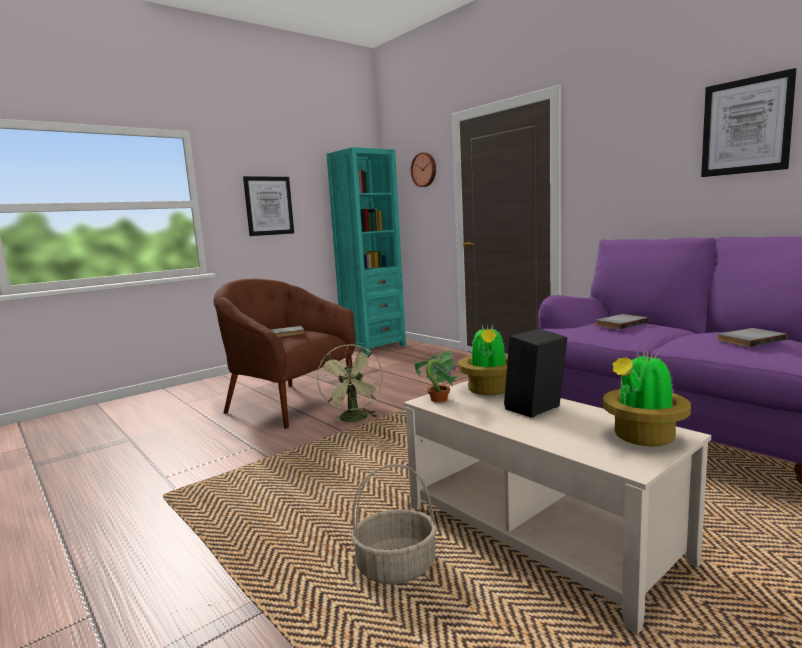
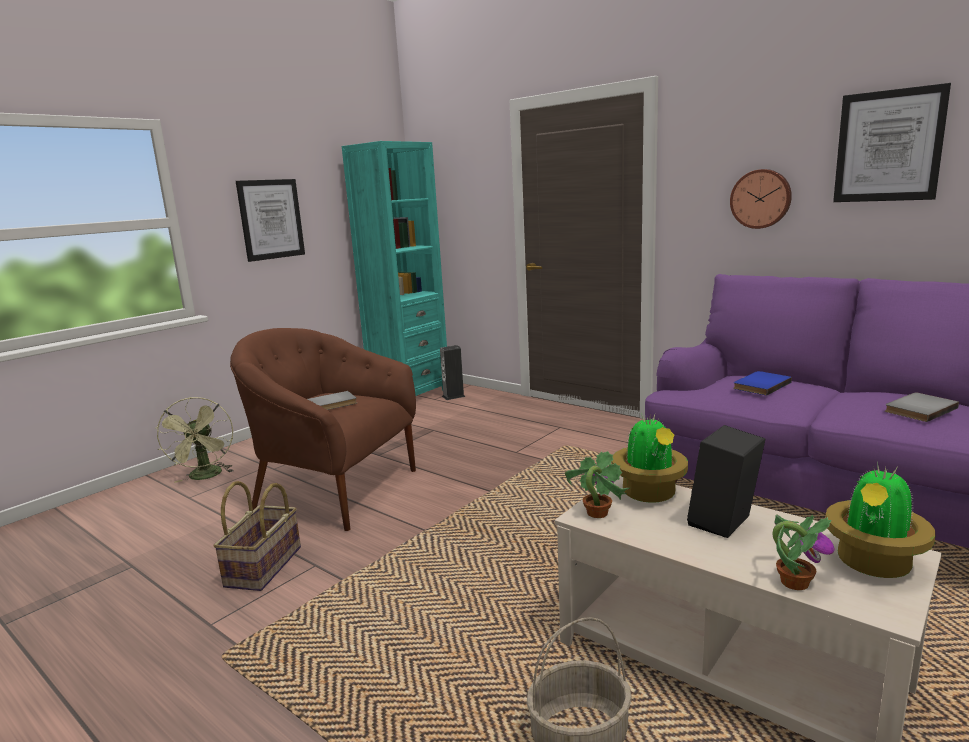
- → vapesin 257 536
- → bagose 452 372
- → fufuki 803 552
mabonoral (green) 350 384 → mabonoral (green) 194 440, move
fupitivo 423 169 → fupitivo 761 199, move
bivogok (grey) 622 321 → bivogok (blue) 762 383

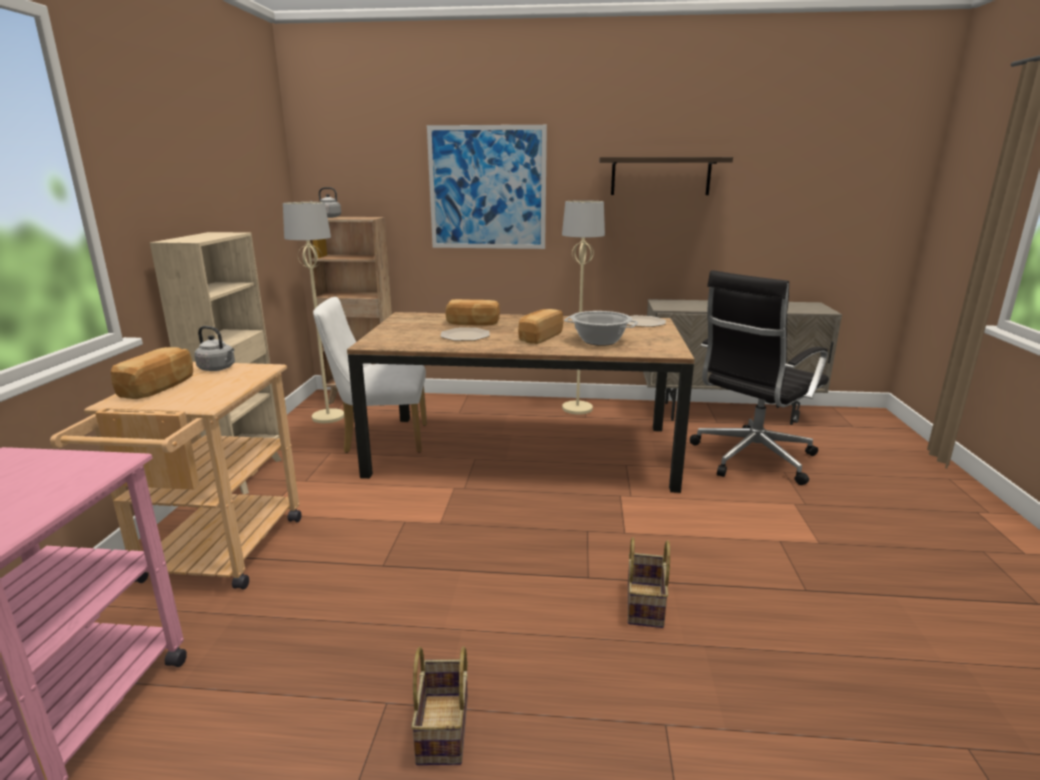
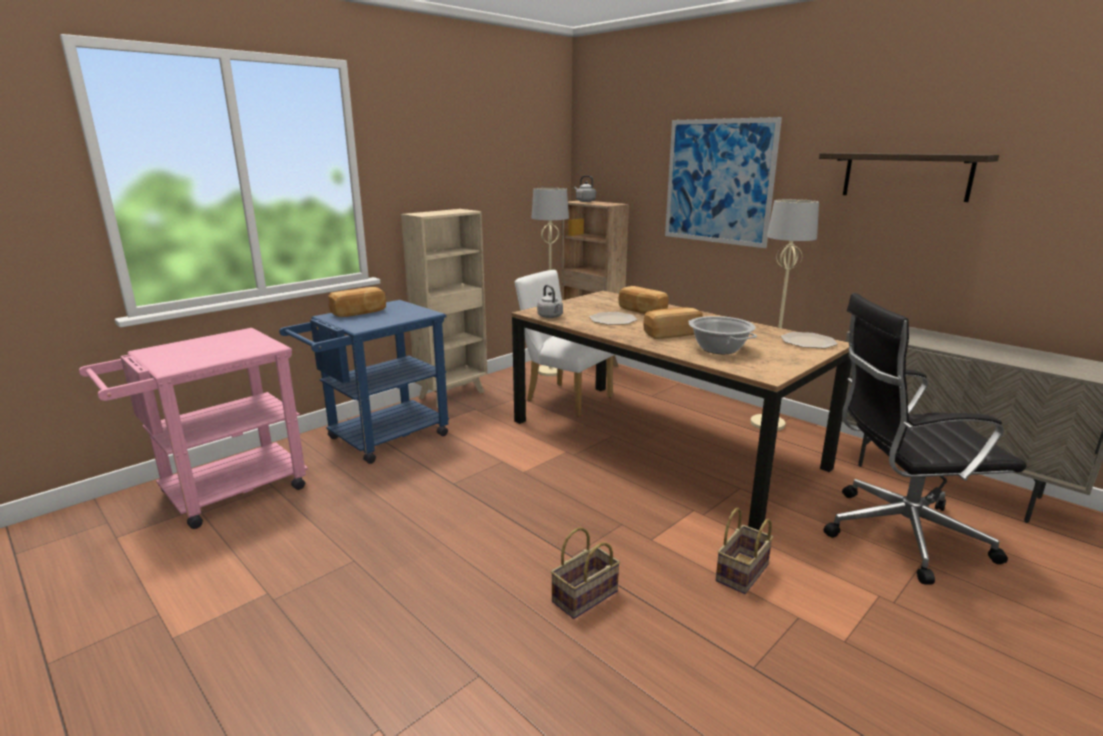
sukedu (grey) 214 348 → sukedu (grey) 550 301, move
vapesin 439 705 → vapesin 744 551, move
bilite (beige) 176 476 → bilite (blue) 364 382

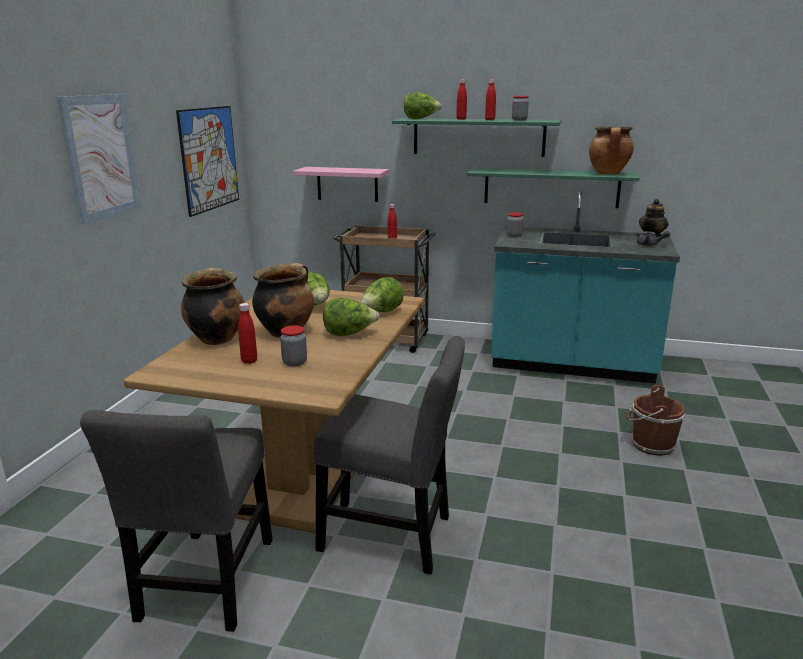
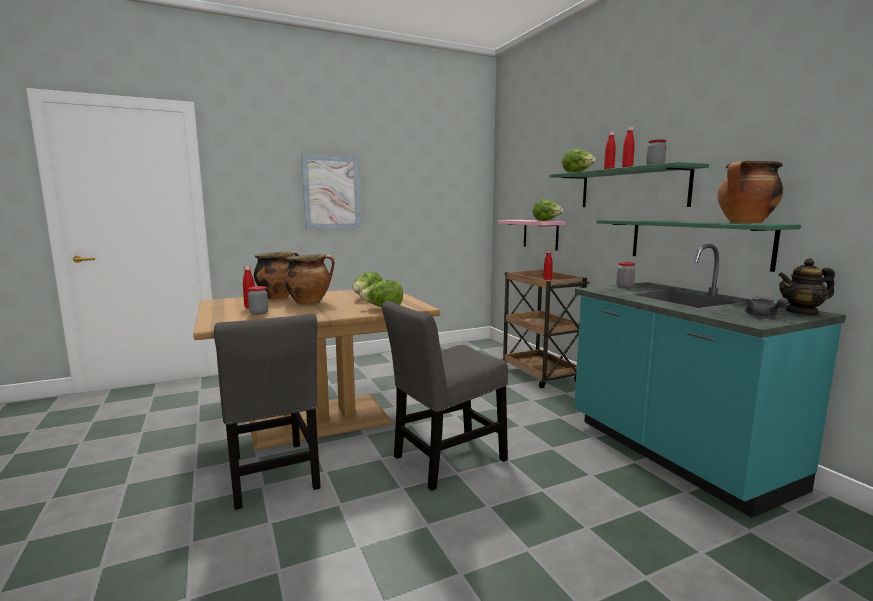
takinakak 207 161 → -
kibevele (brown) 655 420 → -
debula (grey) 176 521 → debula (grey) 445 396, move
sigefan 351 317 → sigefan 548 210, move

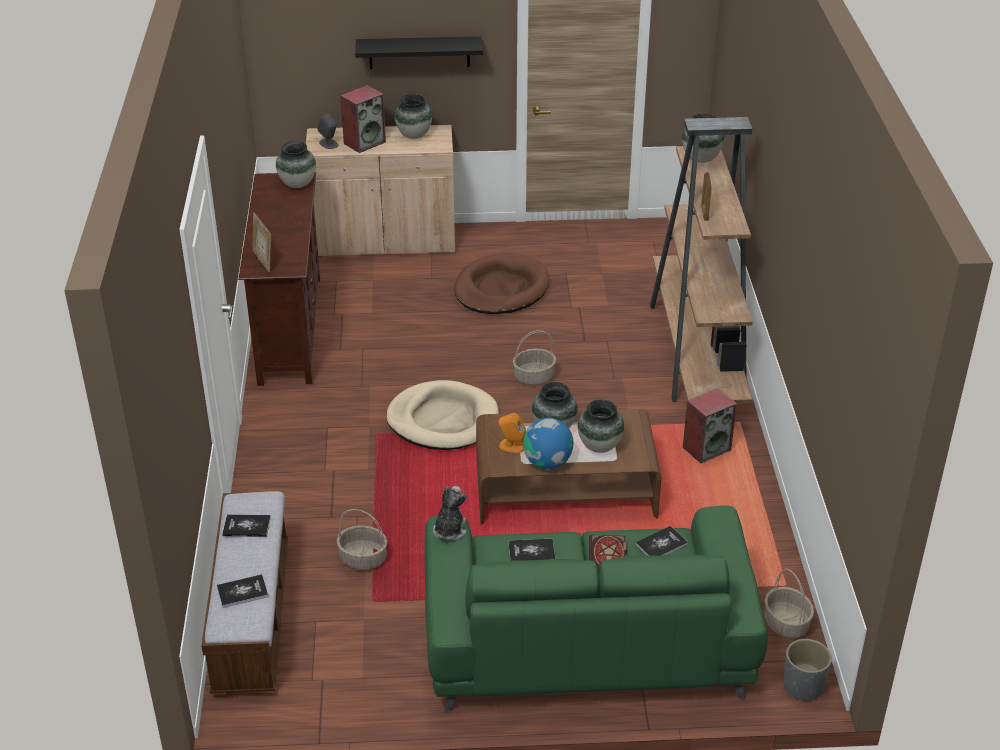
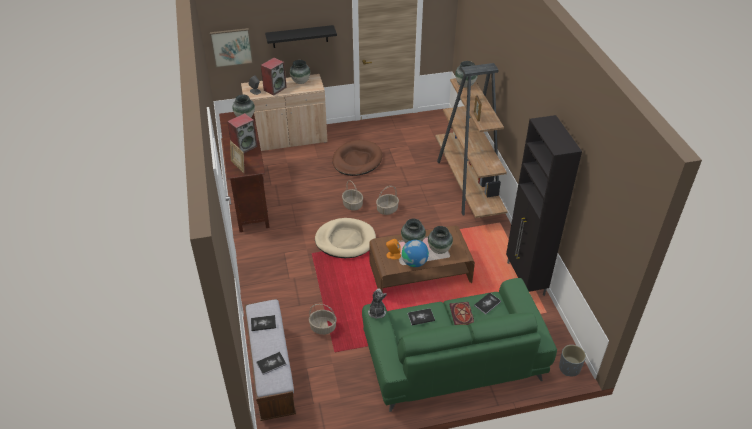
- → takinakak 231 48
- → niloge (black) 544 205
bagose 710 426 → bagose 242 133, move
vapesin 789 603 → vapesin 352 195, move

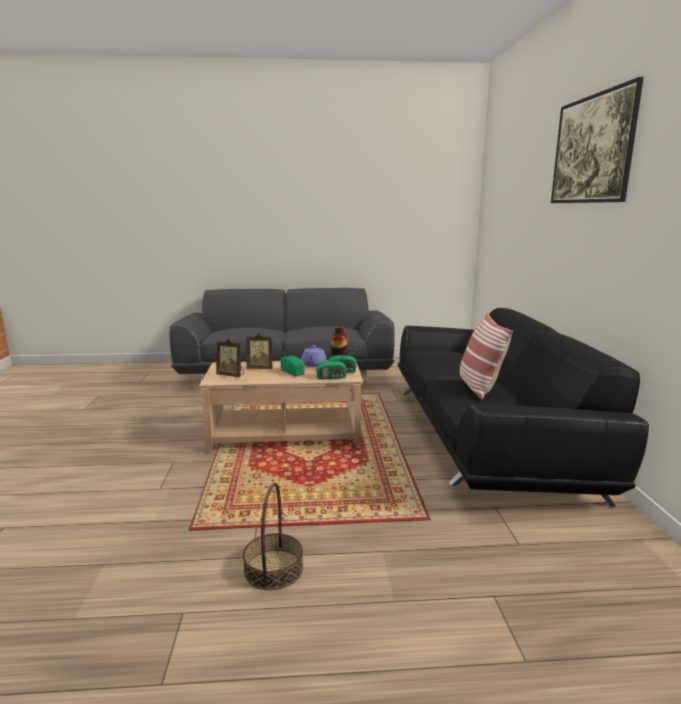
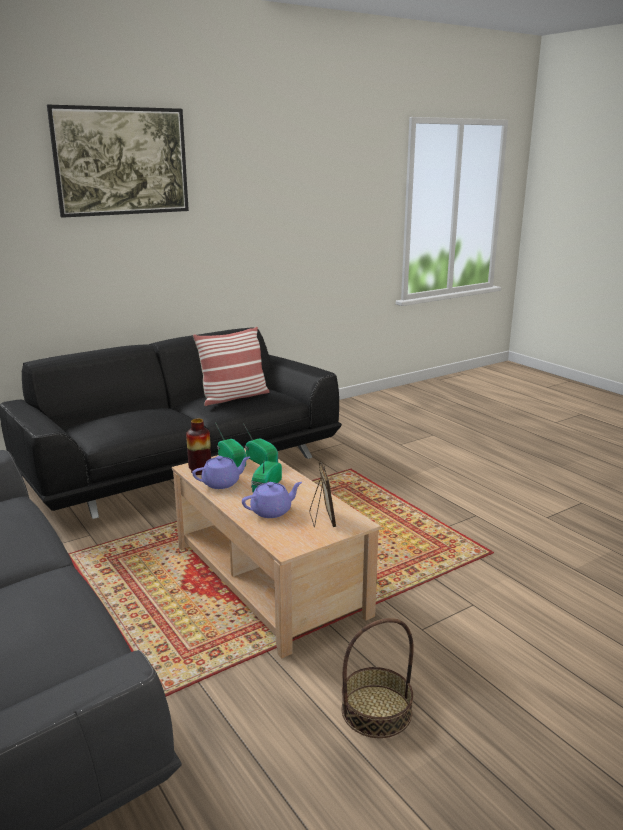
vapesin 273 536 → vapesin 378 678, move
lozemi 259 351 → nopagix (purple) 272 500

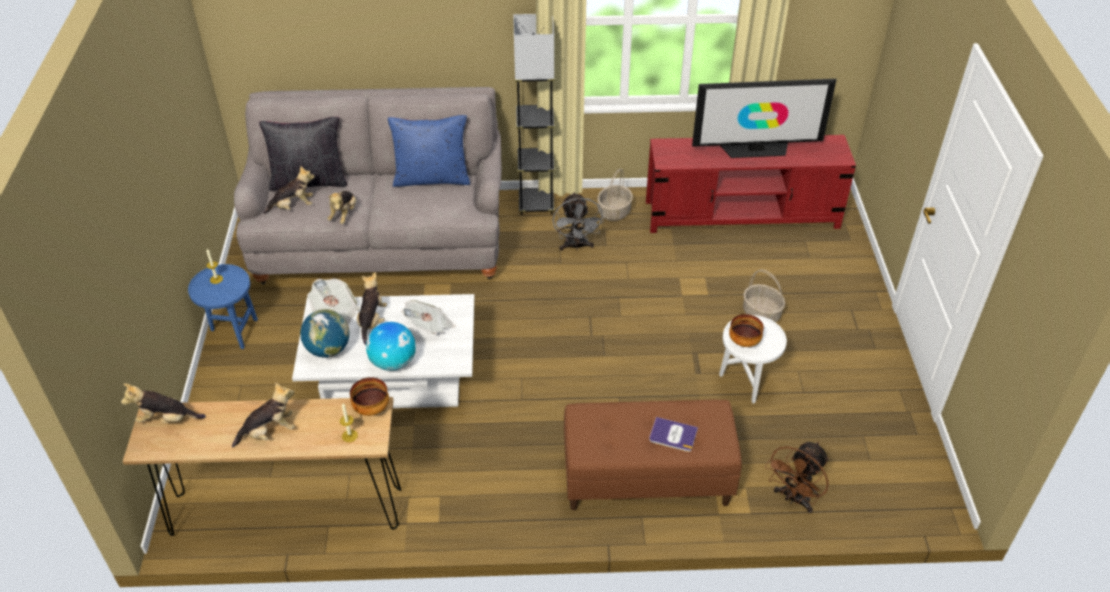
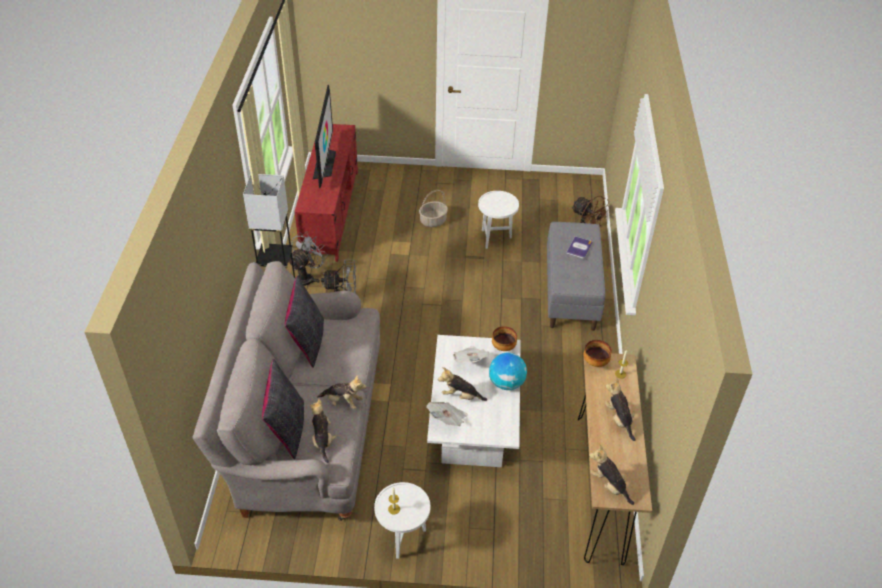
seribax 325 333 → -
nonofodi 746 330 → nonofodi 504 338, move
vapesin 615 195 → mabonoral (grey) 308 259
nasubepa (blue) 223 306 → nasubepa (white) 402 520
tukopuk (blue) 429 151 → tukopuk (black) 304 322
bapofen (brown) 653 455 → bapofen (grey) 576 276
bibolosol 163 403 → bibolosol 611 475, 135 degrees clockwise

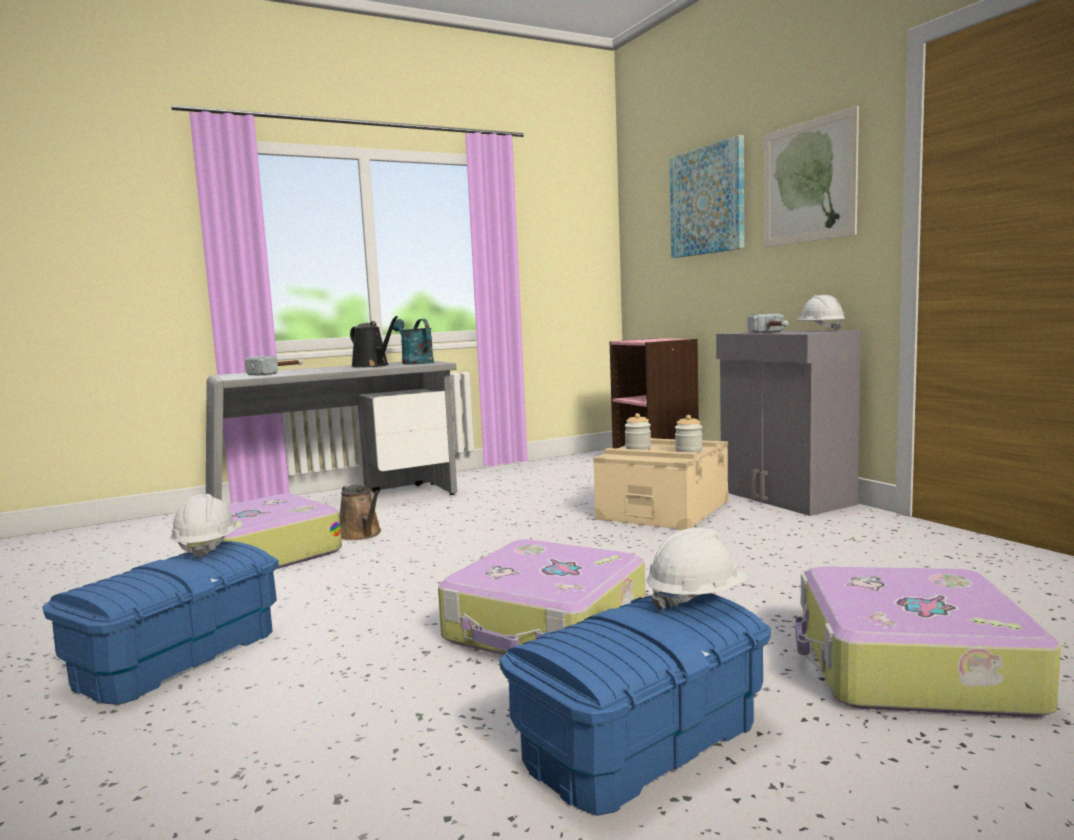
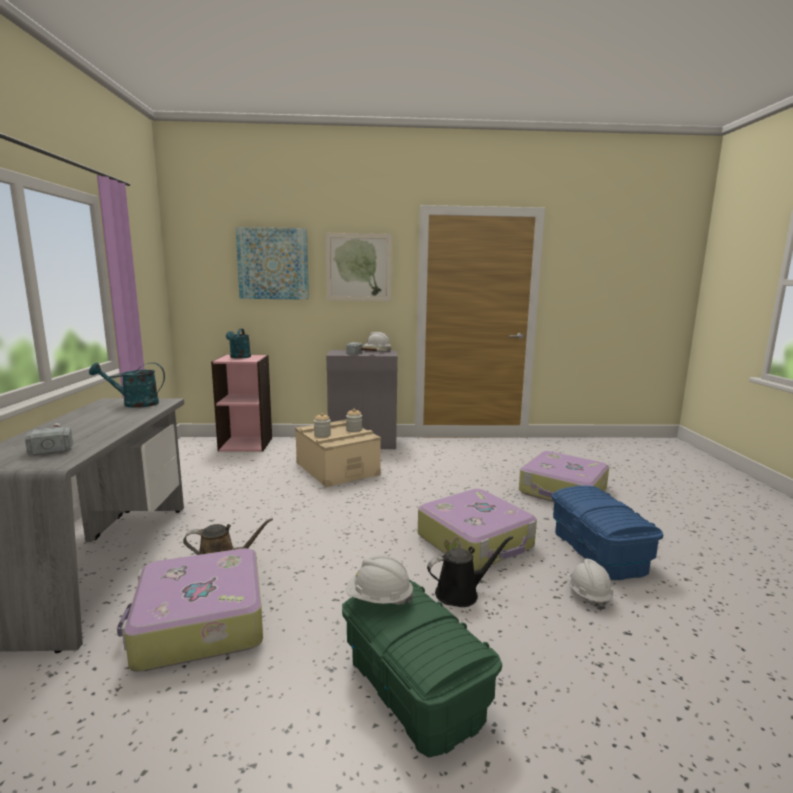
- → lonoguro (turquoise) 238 343
lonoguro (black) 374 342 → lonoguro (black) 470 571, move
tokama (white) 697 569 → tokama (white) 590 584, move
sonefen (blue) 160 623 → sonefen (green) 422 668

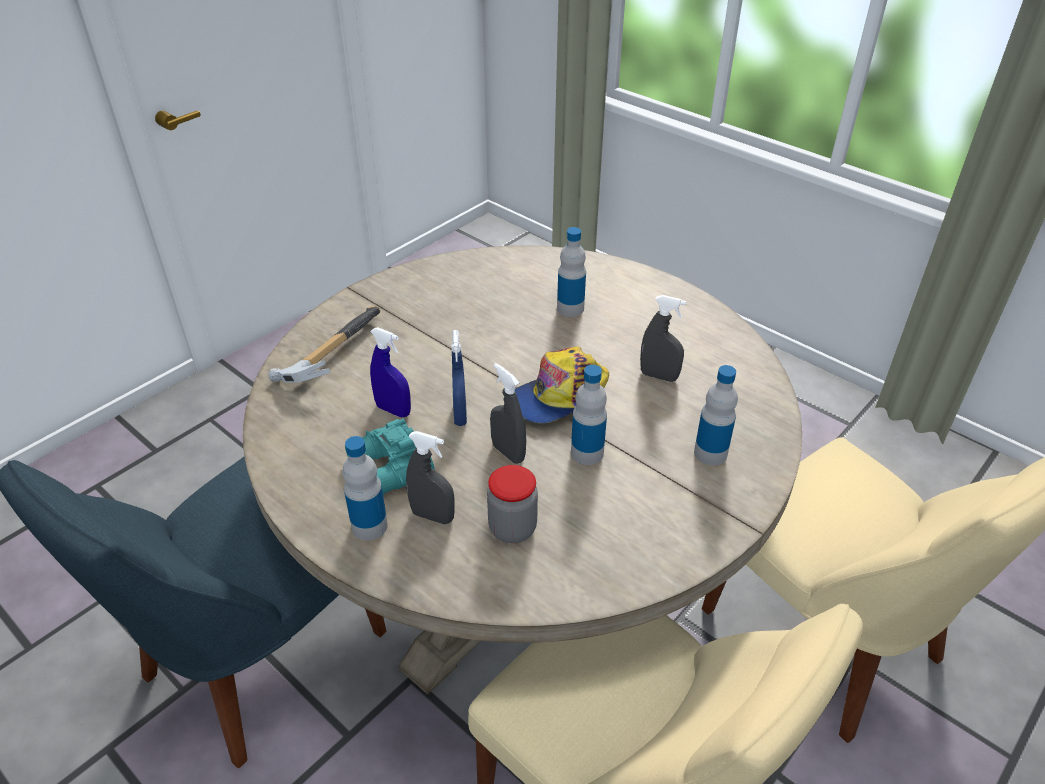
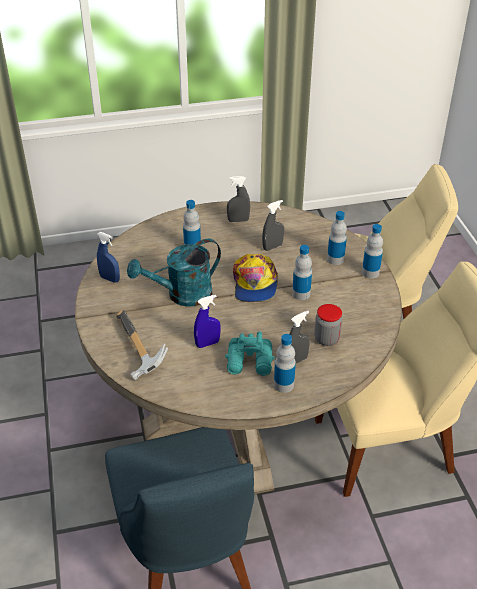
- → lonoguro (turquoise) 174 273
- → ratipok 372 251
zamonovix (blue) 459 378 → zamonovix (blue) 108 257, move
zamonovix (grey) 508 413 → zamonovix (grey) 238 199, move

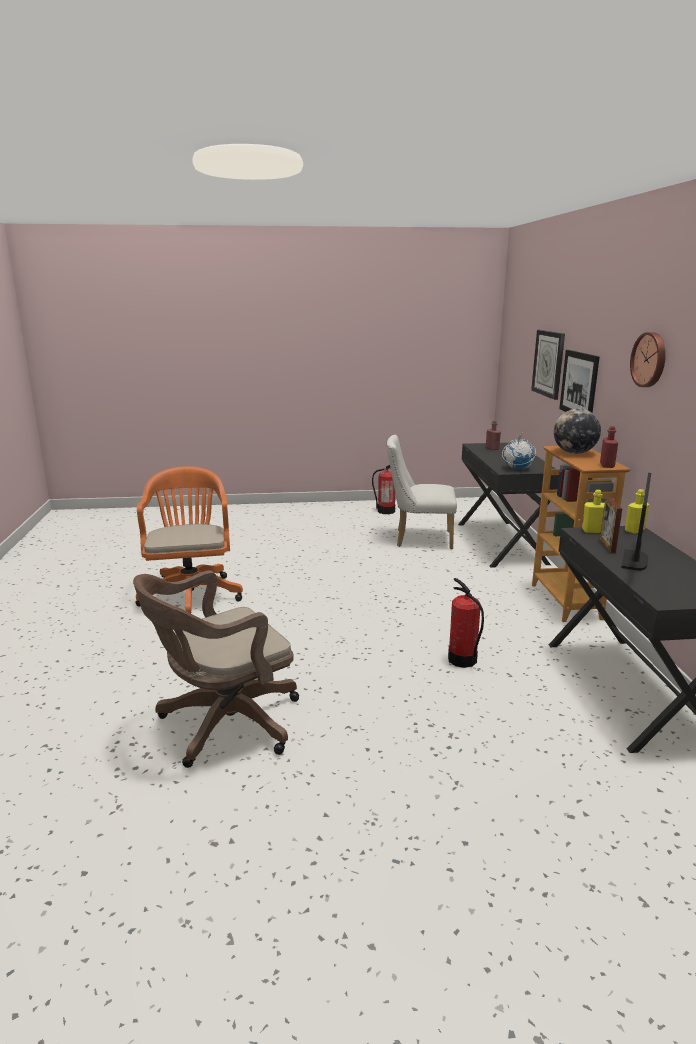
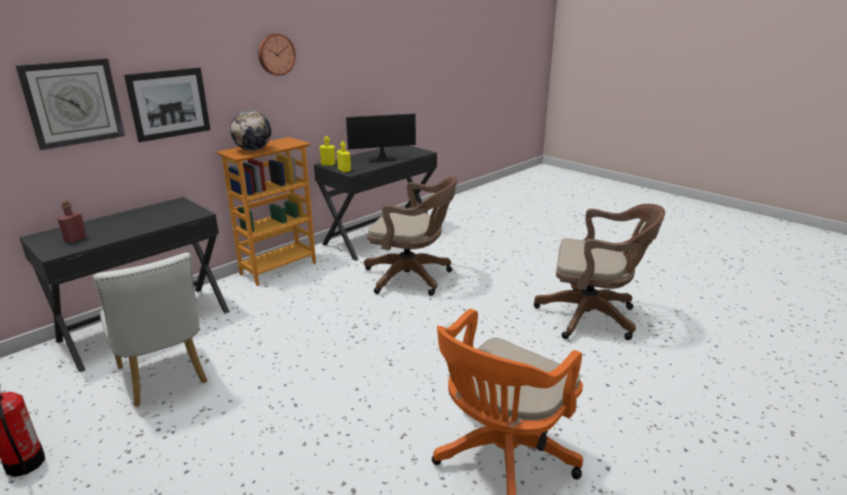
seribax 519 451 → -
ratipok (red) 609 447 → -
lozemi 611 525 → -
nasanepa 466 623 → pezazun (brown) 410 236

